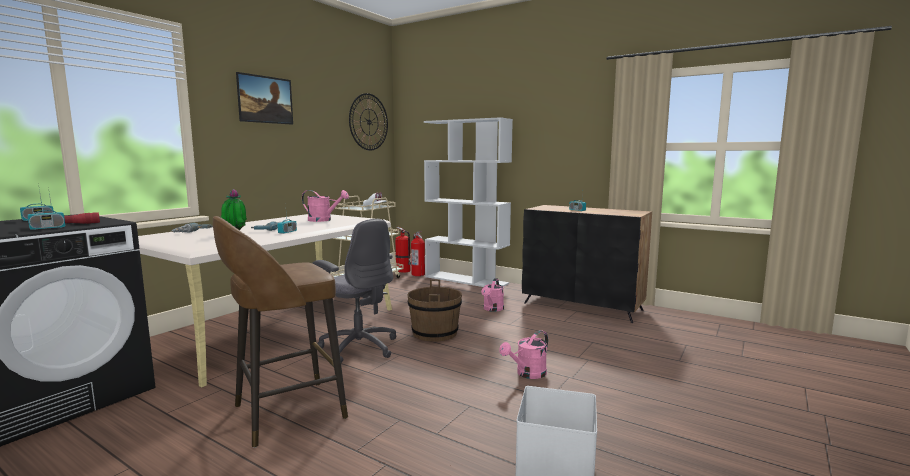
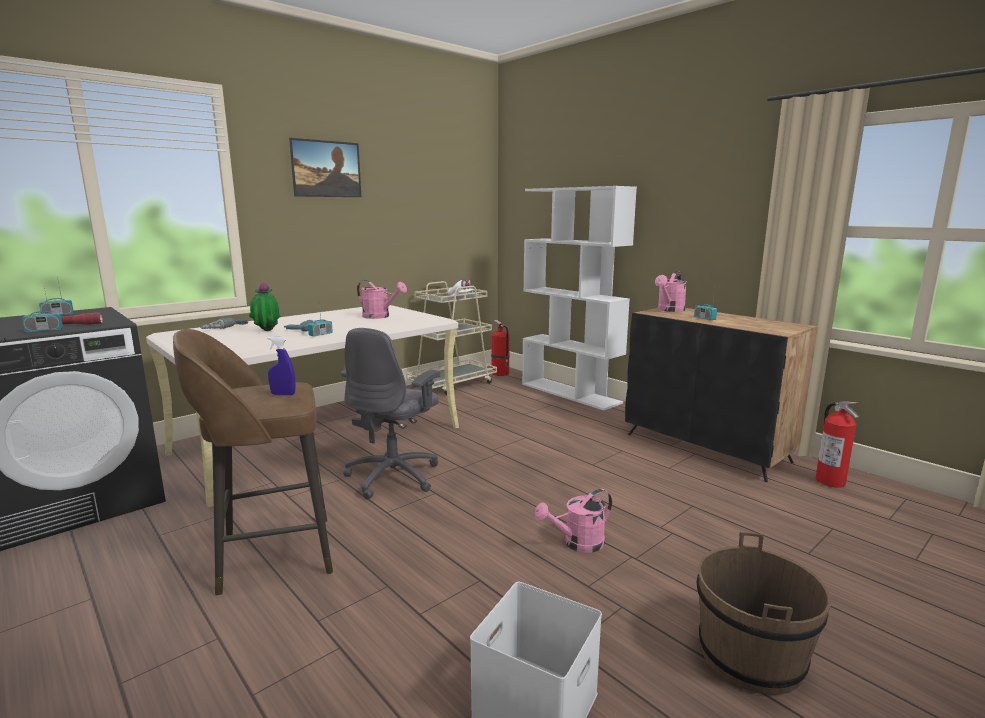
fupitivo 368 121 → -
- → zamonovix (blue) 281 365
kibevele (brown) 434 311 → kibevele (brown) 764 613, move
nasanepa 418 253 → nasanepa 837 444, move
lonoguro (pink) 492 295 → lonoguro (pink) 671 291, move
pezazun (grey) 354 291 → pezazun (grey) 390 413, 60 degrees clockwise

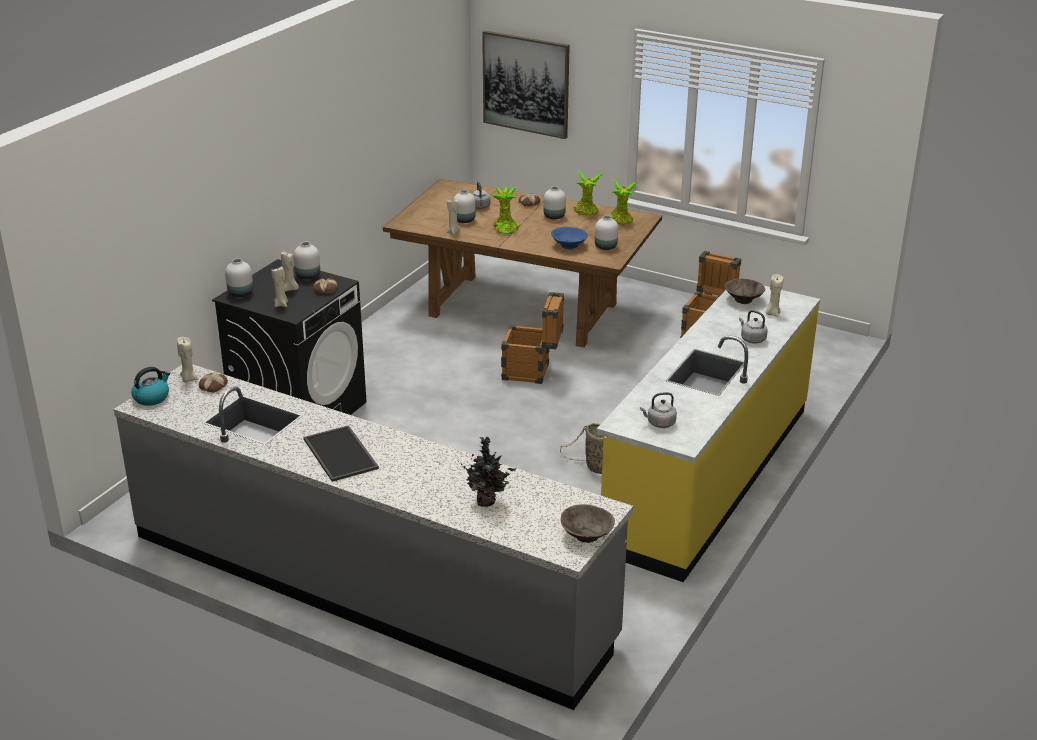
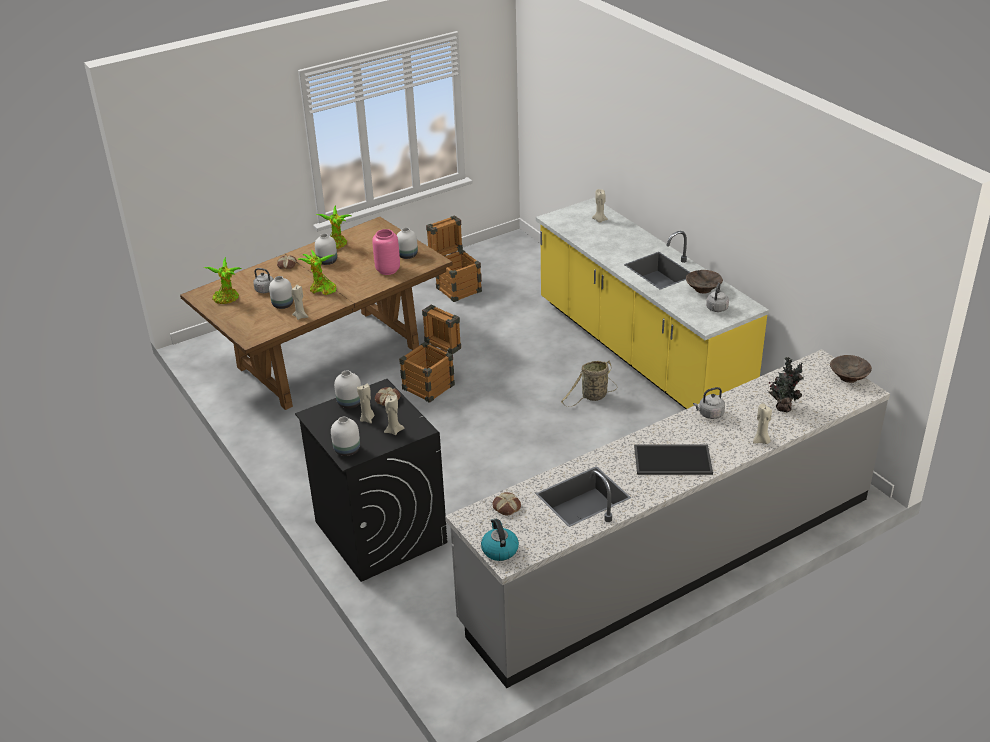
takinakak 526 85 → -
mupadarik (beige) 188 360 → mupadarik (beige) 762 423, move
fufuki 624 202 → fufuki 223 280, move
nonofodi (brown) 745 291 → nonofodi (brown) 704 282, move
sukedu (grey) 753 327 → sukedu (grey) 709 403, move
nonofodi (blue) 569 238 → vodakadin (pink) 386 252

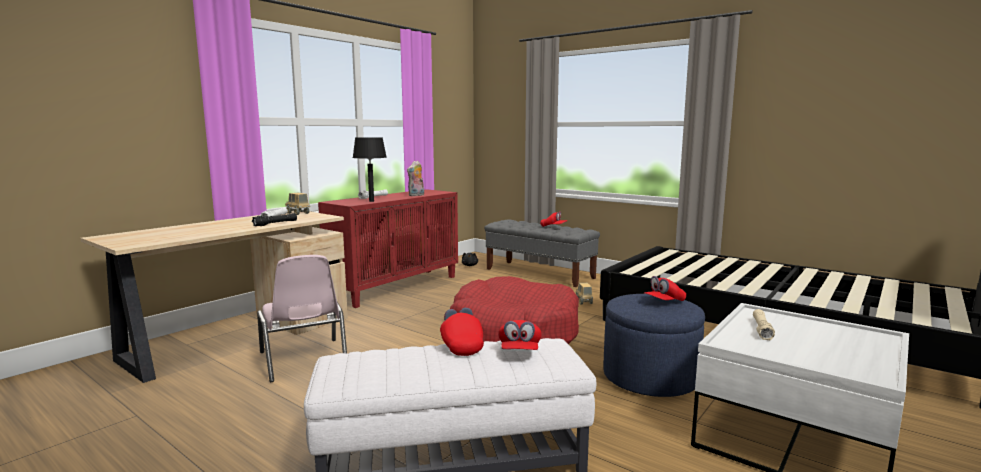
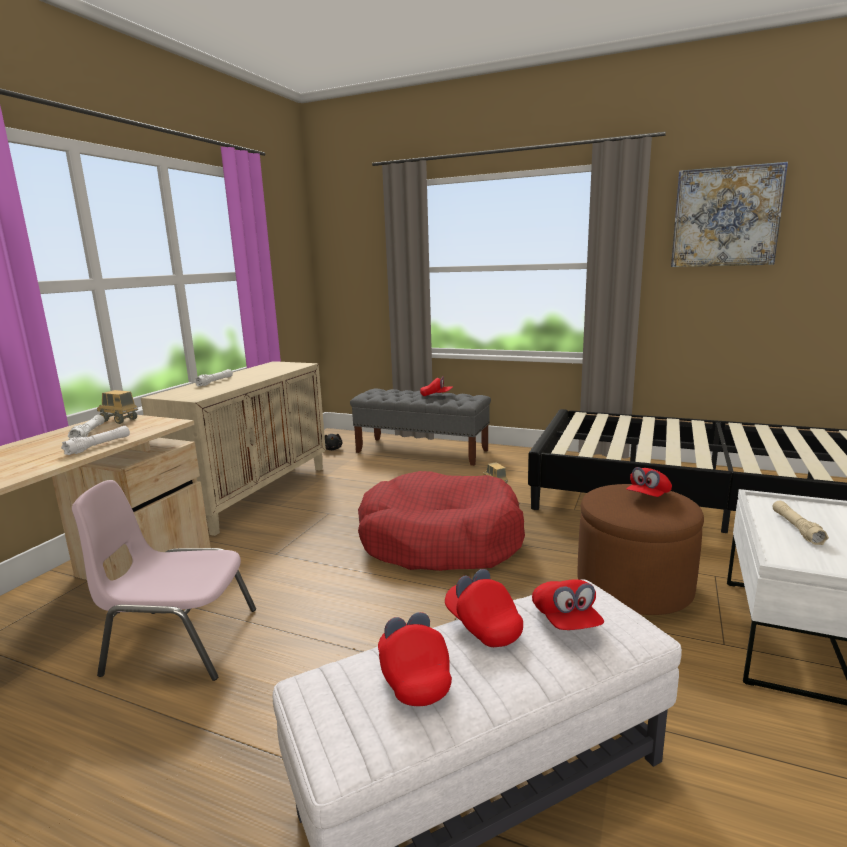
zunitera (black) 370 169 → -
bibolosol 415 178 → -
- → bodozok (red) 415 659
- → takinakak 729 214
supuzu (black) 274 219 → supuzu (white) 95 440
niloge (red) 388 248 → niloge (beige) 233 448
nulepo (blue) 654 345 → nulepo (brown) 640 549
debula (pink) 302 318 → debula (pink) 164 580, 135 degrees clockwise

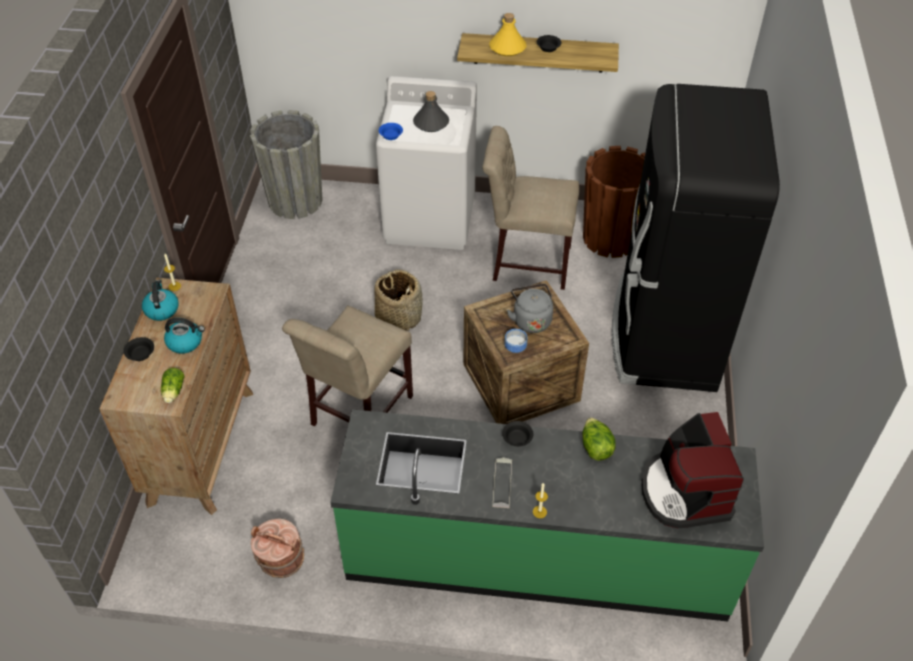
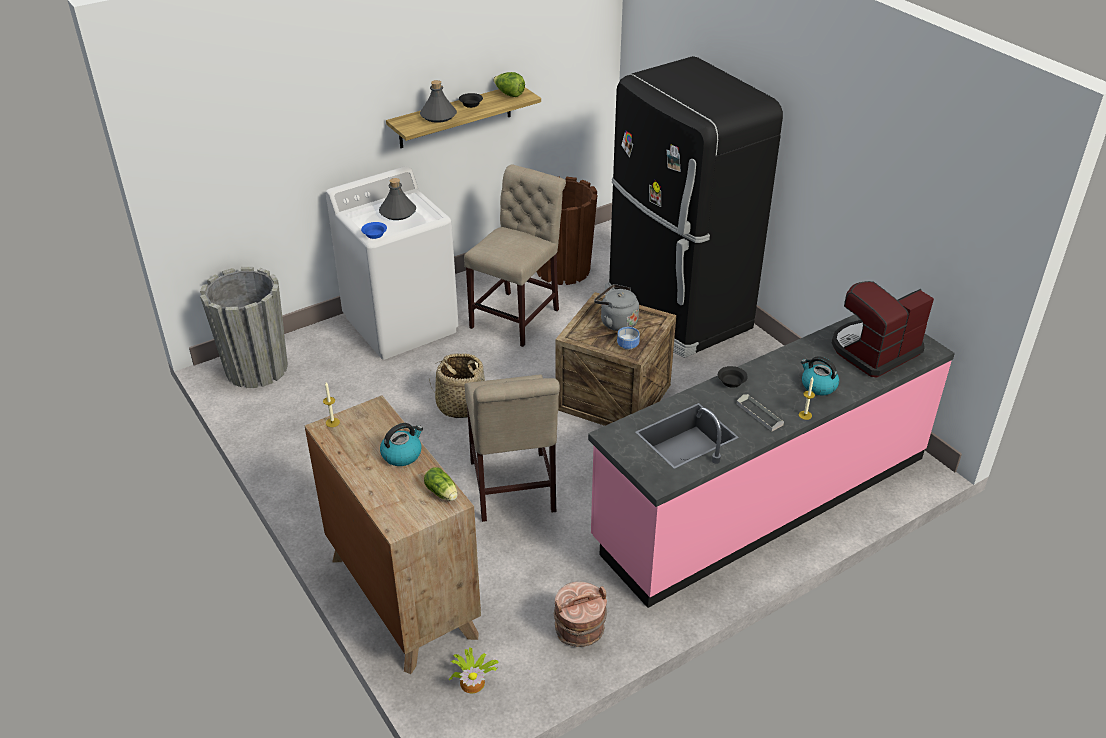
nonofodi (black) 138 349 → -
- → fufuki 473 670
sukedu 160 300 → sukedu 820 375, move
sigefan 599 439 → sigefan 509 84, move
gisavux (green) 547 515 → gisavux (pink) 771 461
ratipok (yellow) 508 34 → ratipok (grey) 438 101
debula (beige) 530 208 → debula (beige) 515 255, 150 degrees clockwise
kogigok 693 470 → kogigok 883 329, 105 degrees clockwise

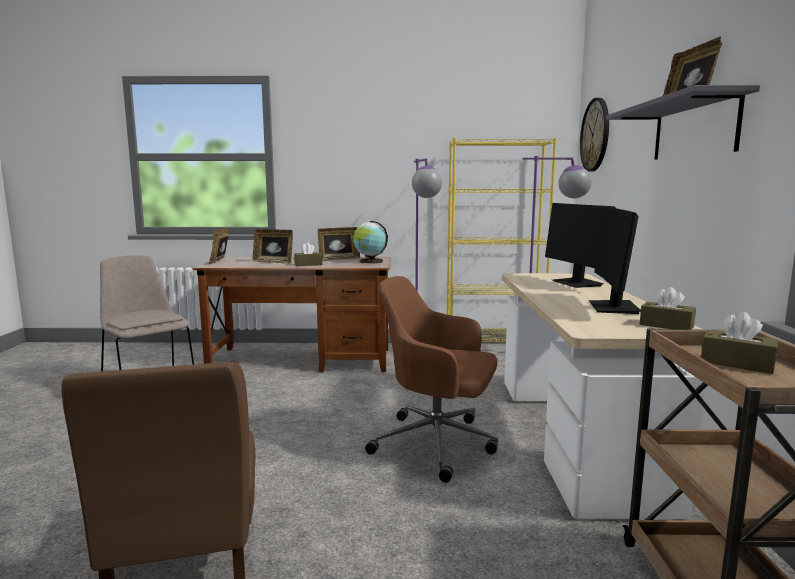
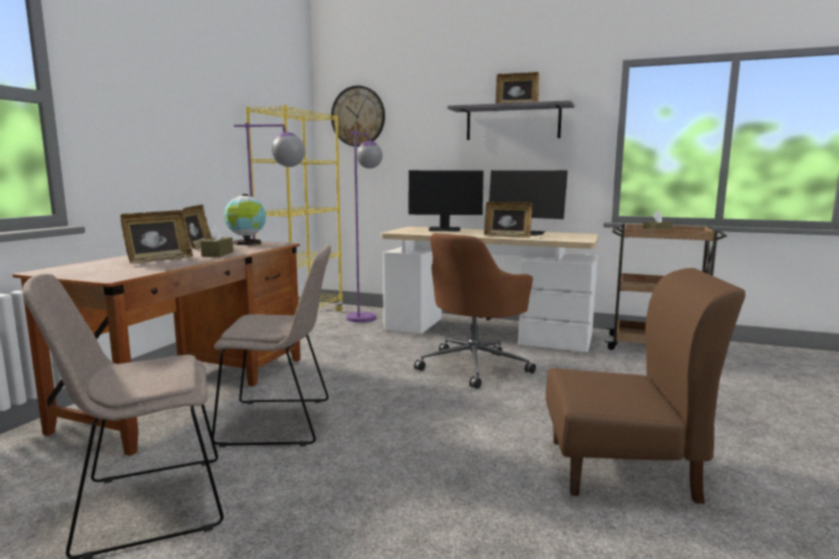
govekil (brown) 668 308 → -
- → debula (beige) 271 346
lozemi 218 246 → lozemi 508 220, move

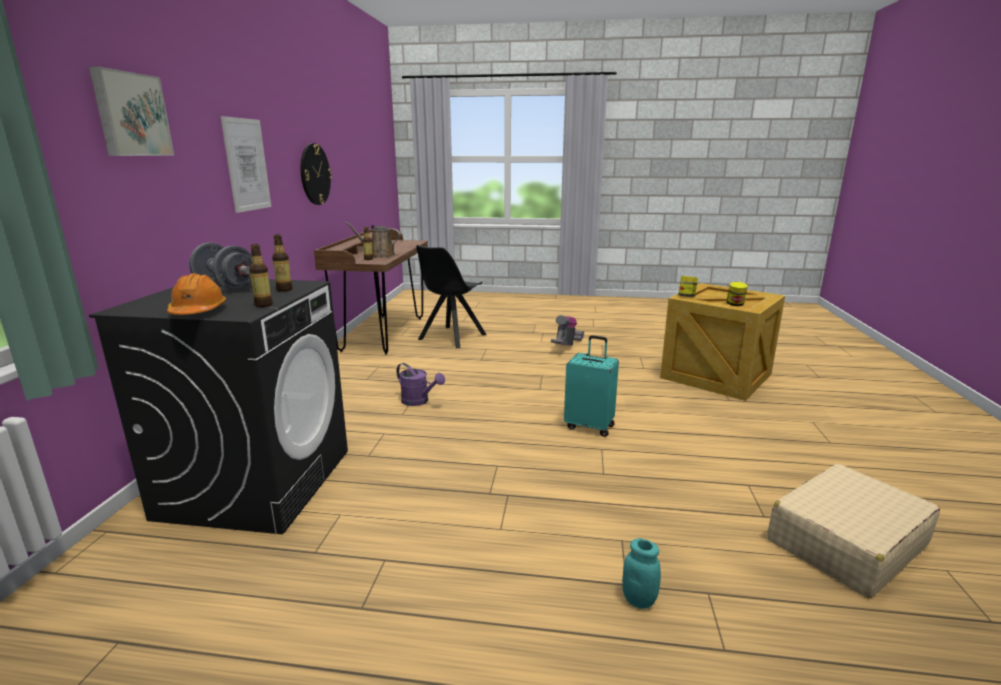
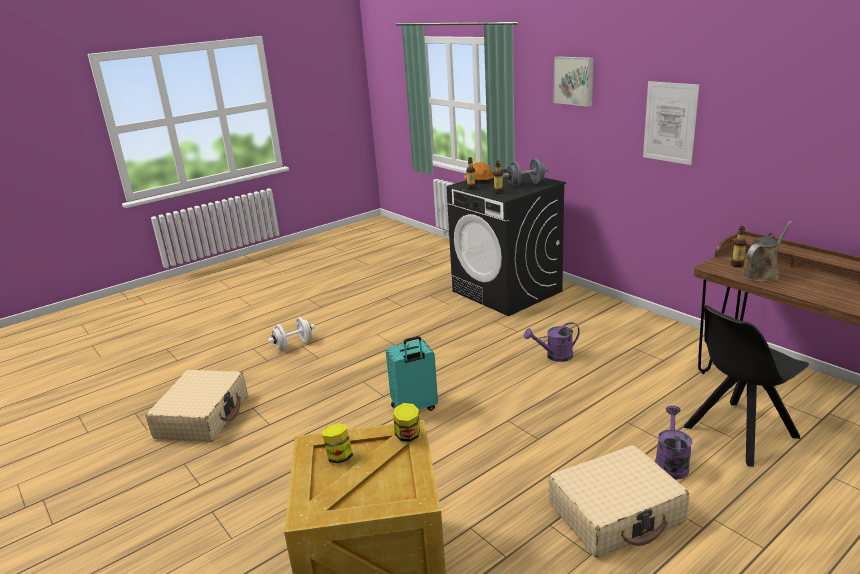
fupitivo 316 174 → -
- → lonoguro (purple) 673 442
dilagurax 567 330 → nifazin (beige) 618 501
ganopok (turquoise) 641 573 → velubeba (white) 291 333
debula (black) 451 296 → debula (black) 746 386, 105 degrees counterclockwise

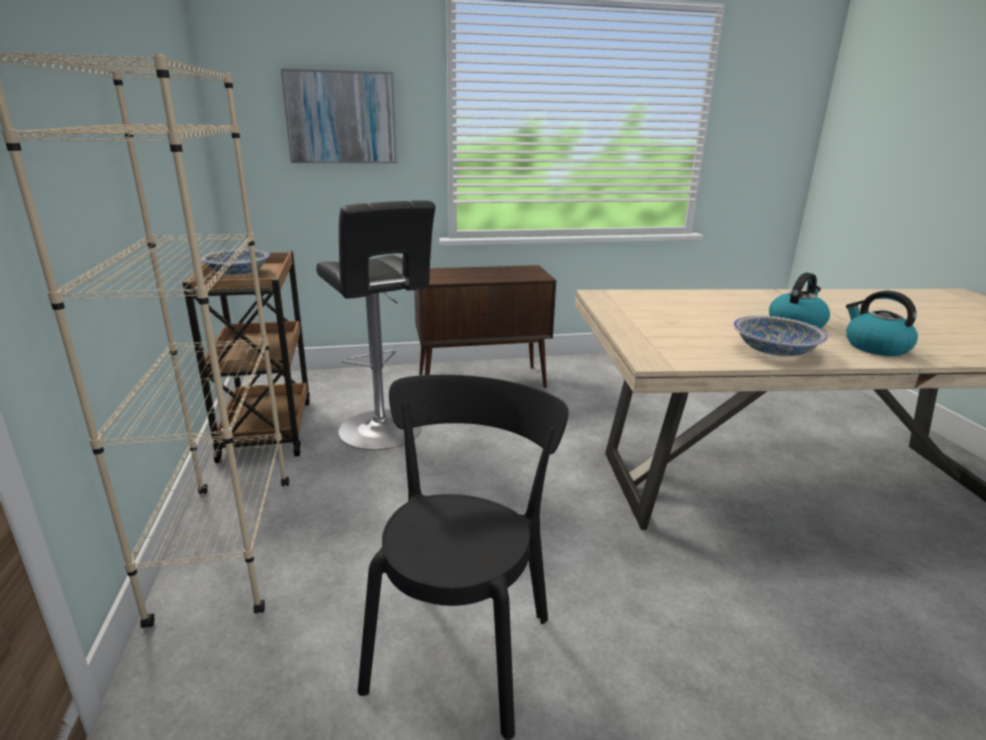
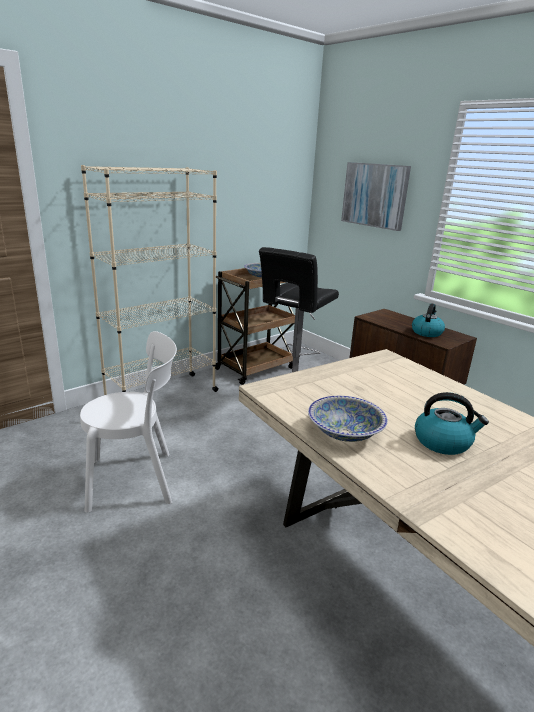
sukedu 882 323 → sukedu 428 320, move
debula (black) 463 557 → debula (white) 128 422

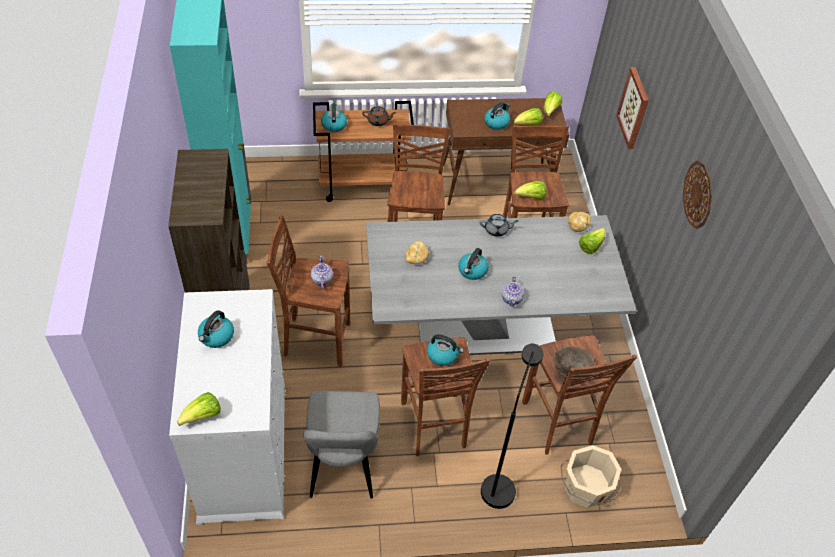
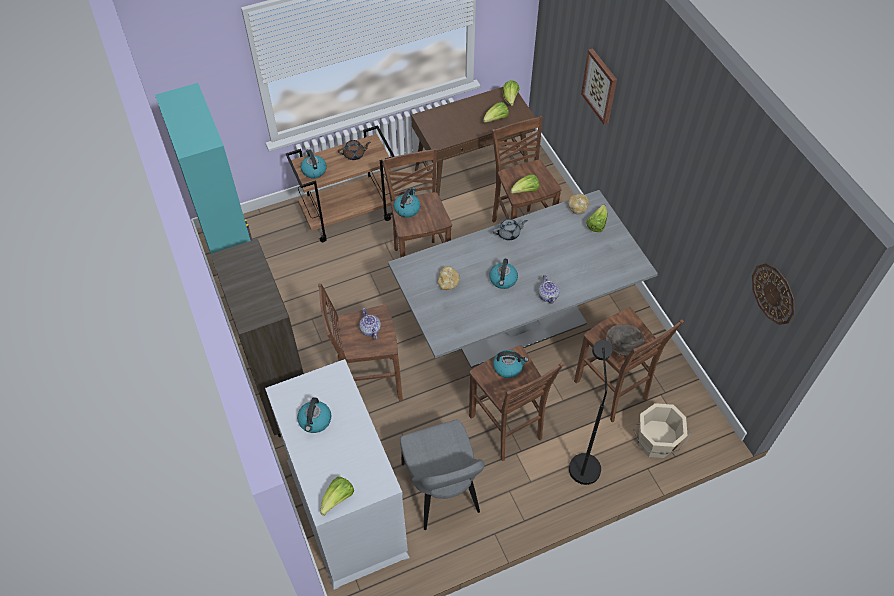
sukedu 497 116 → sukedu 407 202, move
fupitivo 697 195 → fupitivo 773 294, move

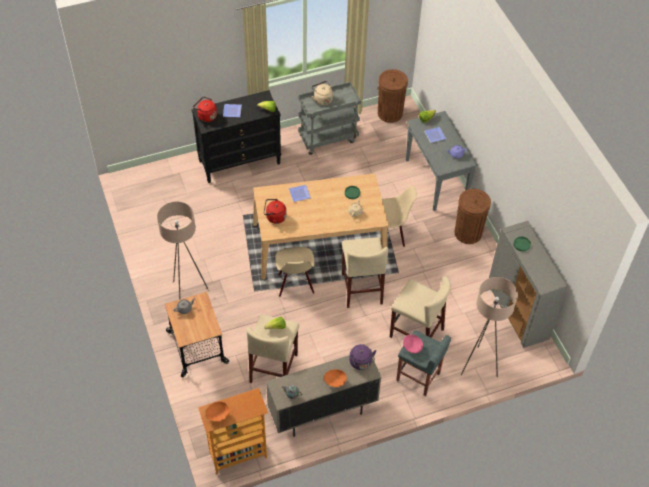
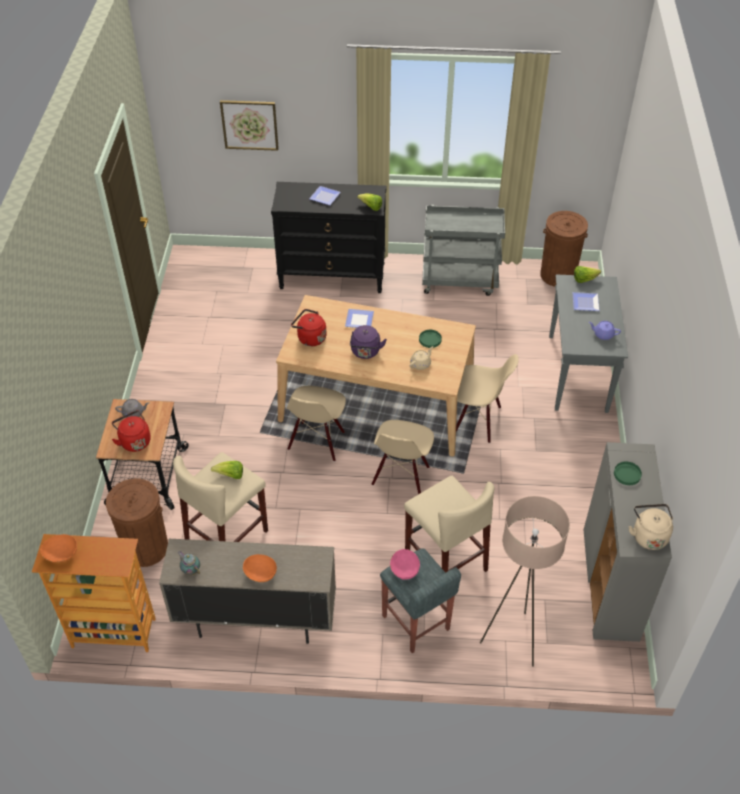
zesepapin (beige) 182 251 → -
- → takinakak 249 125
sukedu (red) 205 109 → sukedu (red) 131 431, move
sukedu (beige) 322 93 → sukedu (beige) 651 527, move
sukedu (purple) 362 357 → sukedu (purple) 368 342, move
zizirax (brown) 473 216 → zizirax (brown) 137 522, move
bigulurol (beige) 365 272 → debula (beige) 403 457

